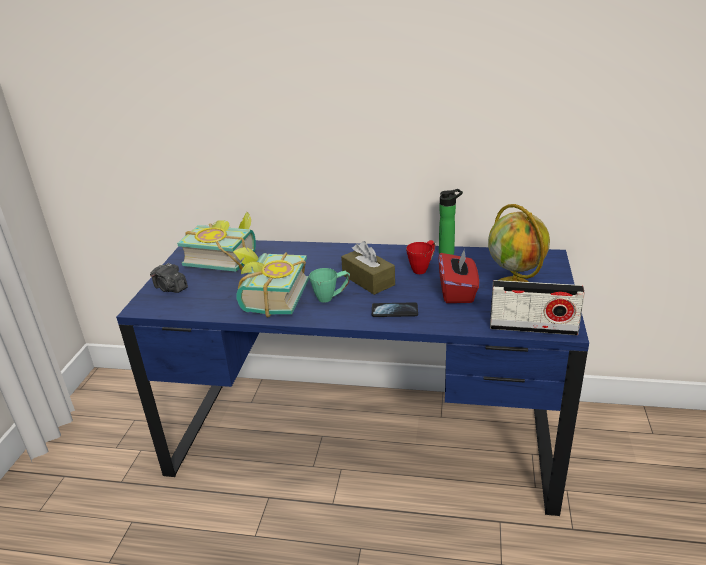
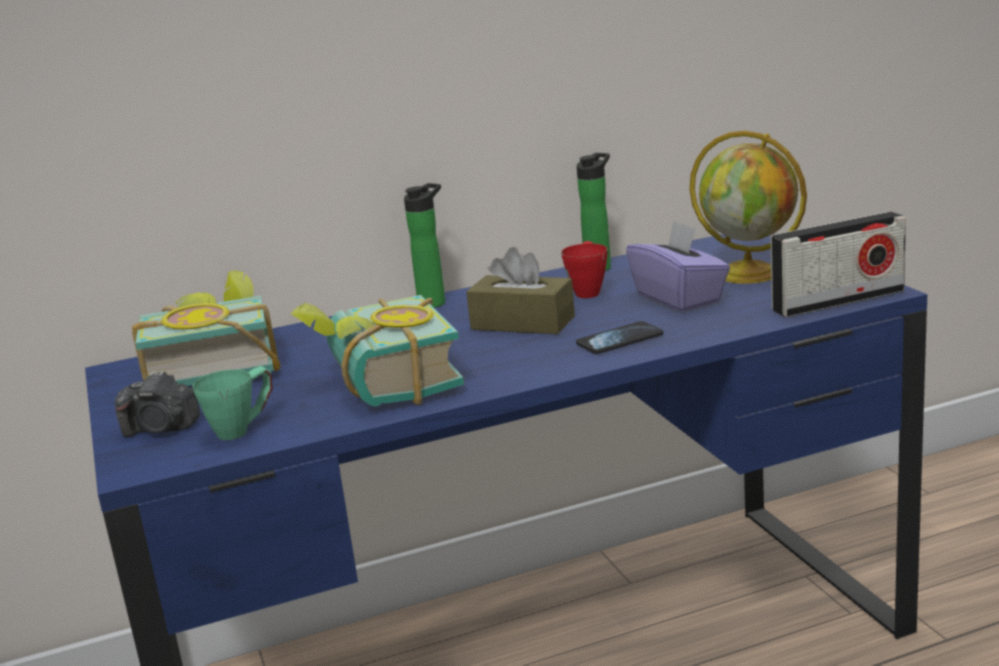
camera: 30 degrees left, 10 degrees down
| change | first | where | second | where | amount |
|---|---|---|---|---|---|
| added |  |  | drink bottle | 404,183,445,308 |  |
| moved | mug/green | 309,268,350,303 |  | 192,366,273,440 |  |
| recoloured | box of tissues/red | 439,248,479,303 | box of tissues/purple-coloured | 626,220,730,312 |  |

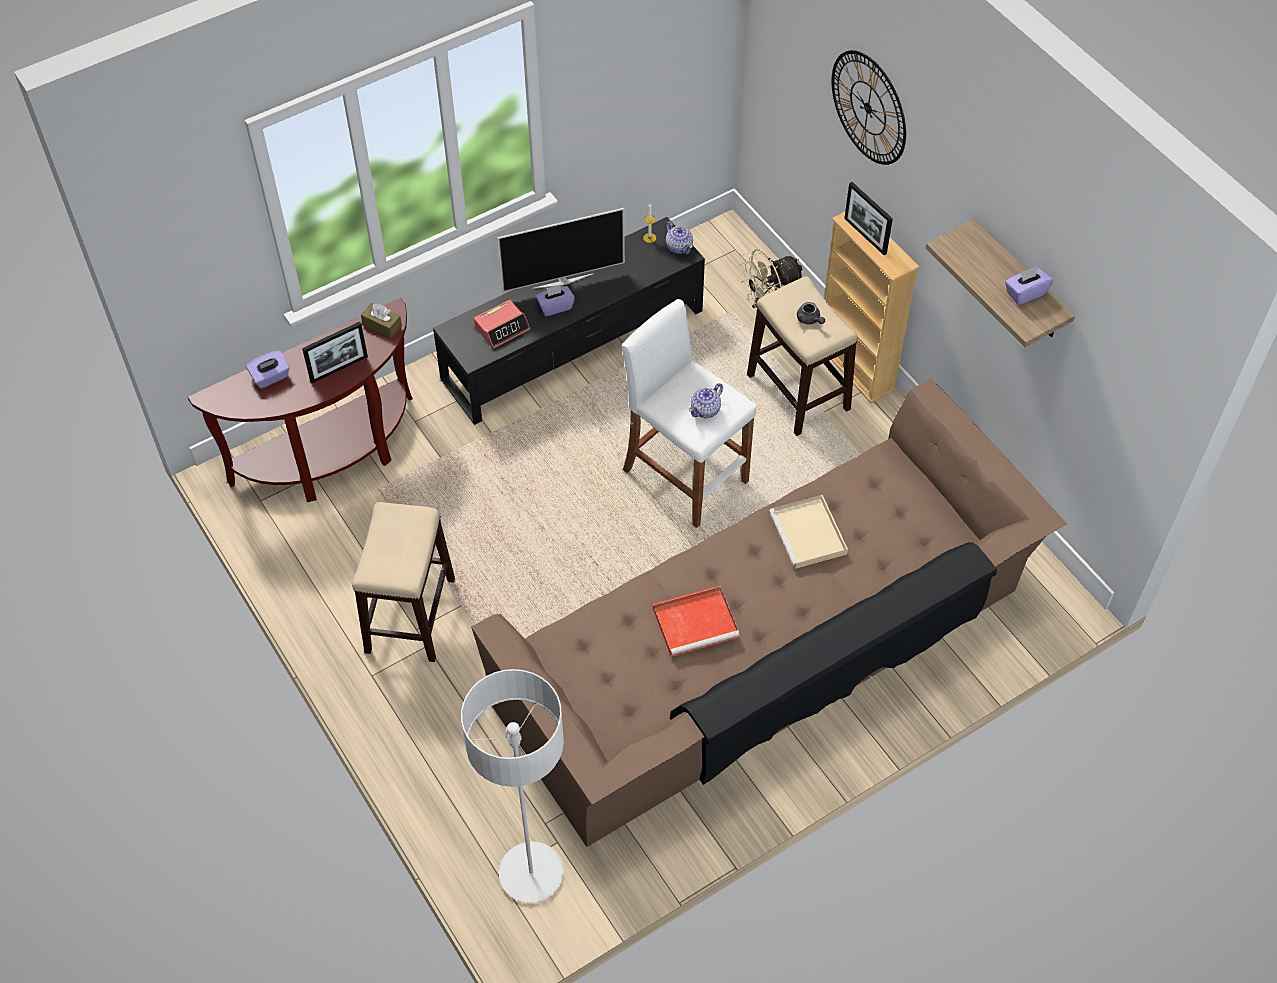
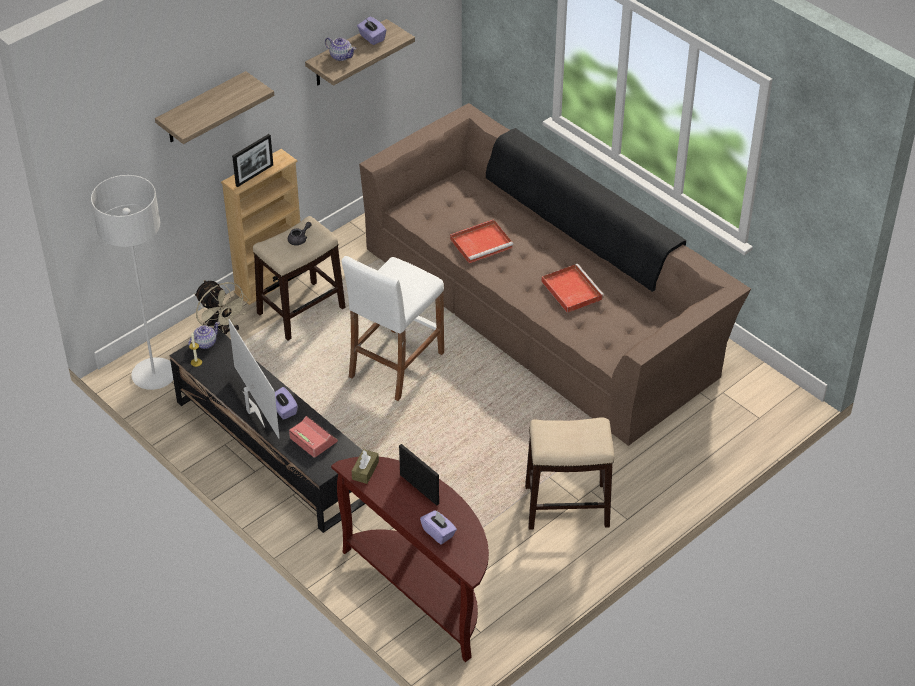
camera: 100 degrees left, 10 degrees down
| change | first | where | second | where | amount |
|---|---|---|---|---|---|
| moved | floor lamp/gray | 461,669,564,903 |  | 91,175,173,390 |  |
| moved | pot for tea | 689,383,723,418 |  | 325,37,356,61 |  |
| replaced | wall clock | 832,50,906,165 | bracket shelf | 155,71,274,144 |  |
| recoloured | tray/beige-coloured | 769,495,848,569 | tray/red | 450,219,513,263 |  |

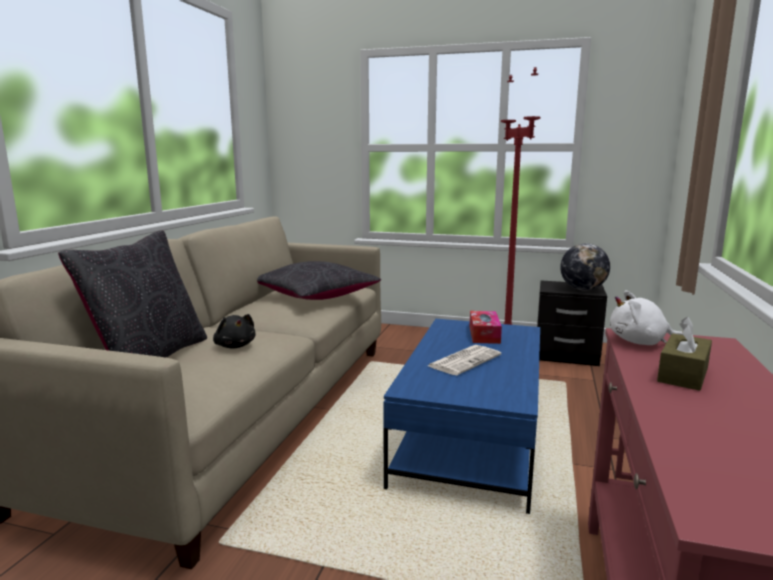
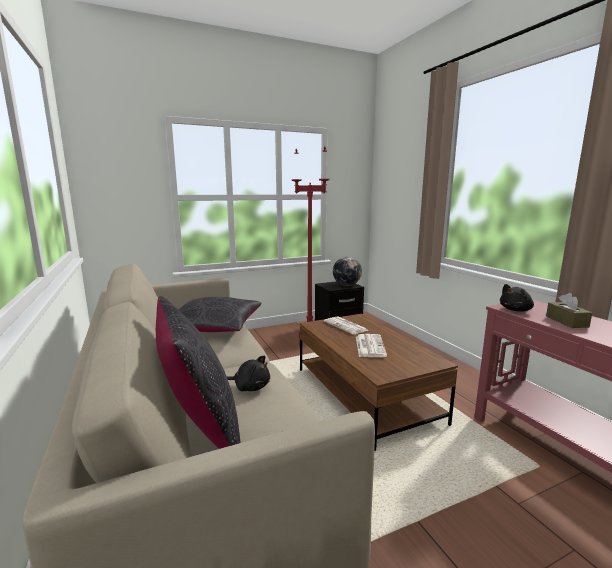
camera: 40 degrees left, 0 degrees up
| change | first | where | second | where | amount |
|---|---|---|---|---|---|
| replaced | box of tissues | 470,311,502,344 | newspaper | 324,316,368,334 |  |
| recoloured | lounge table/blue | 384,319,540,514 | lounge table/brown | 300,314,458,451 |  |
| recoloured | plush toy/white | 610,291,683,345 | plush toy/black | 500,284,534,311 |  |

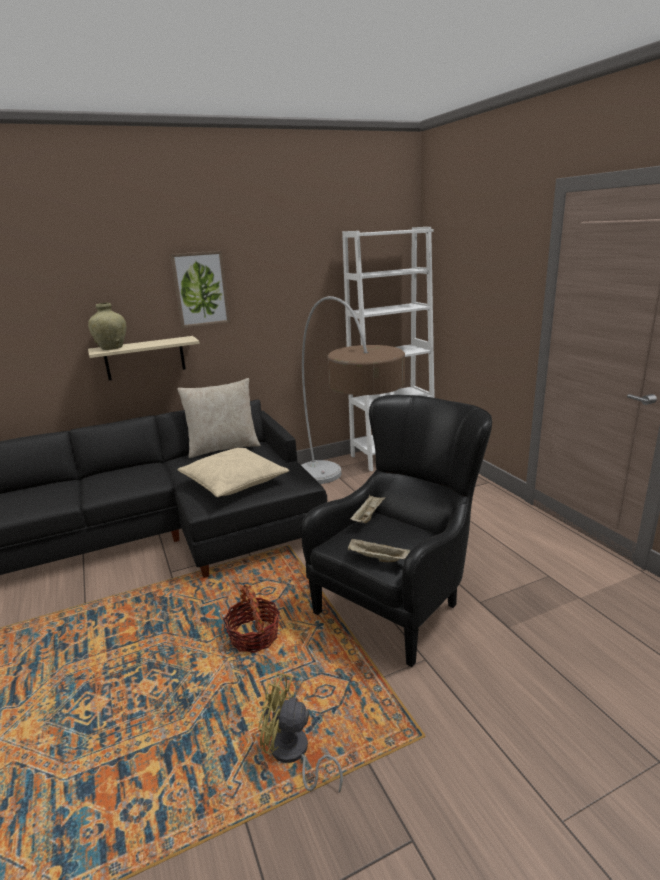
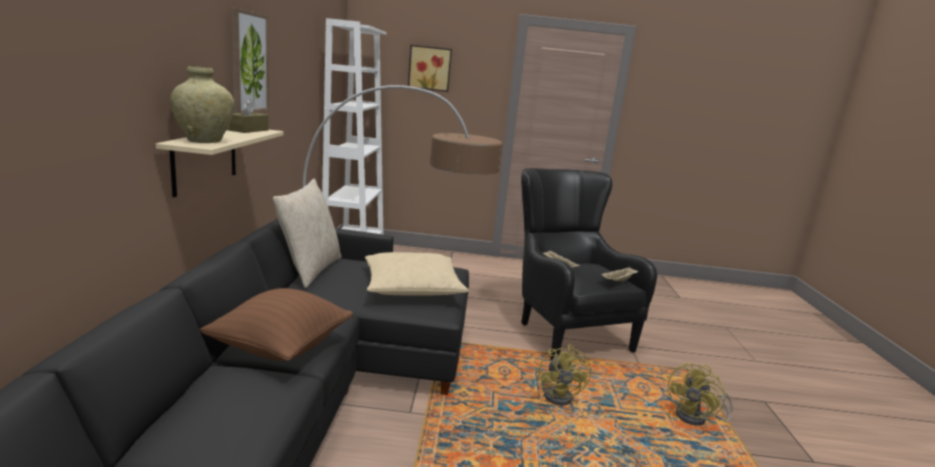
camera: 65 degrees left, 5 degrees down
| change | first | where | second | where | amount |
|---|---|---|---|---|---|
| added |  |  | cushion/brown | 200,288,353,361 |  |
| added |  |  | box of tissues/brown | 228,98,269,133 |  |
| added |  |  | wall art | 408,45,452,92 |  |
| replaced | basket | 223,584,280,653 | cooling fan/yellow | 538,345,591,405 |  |

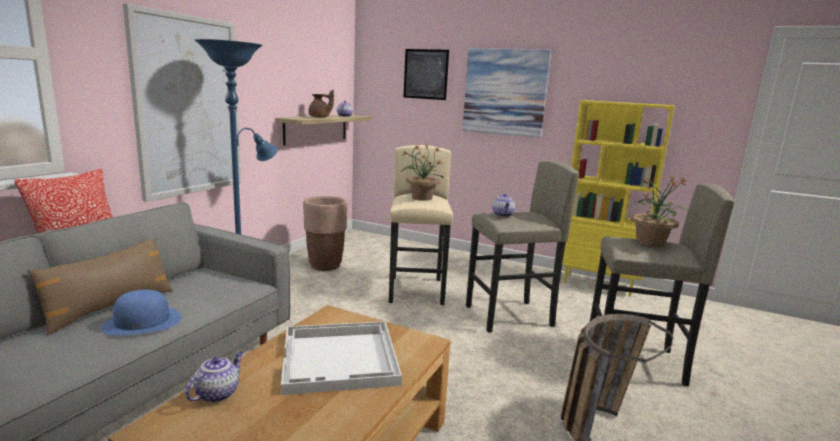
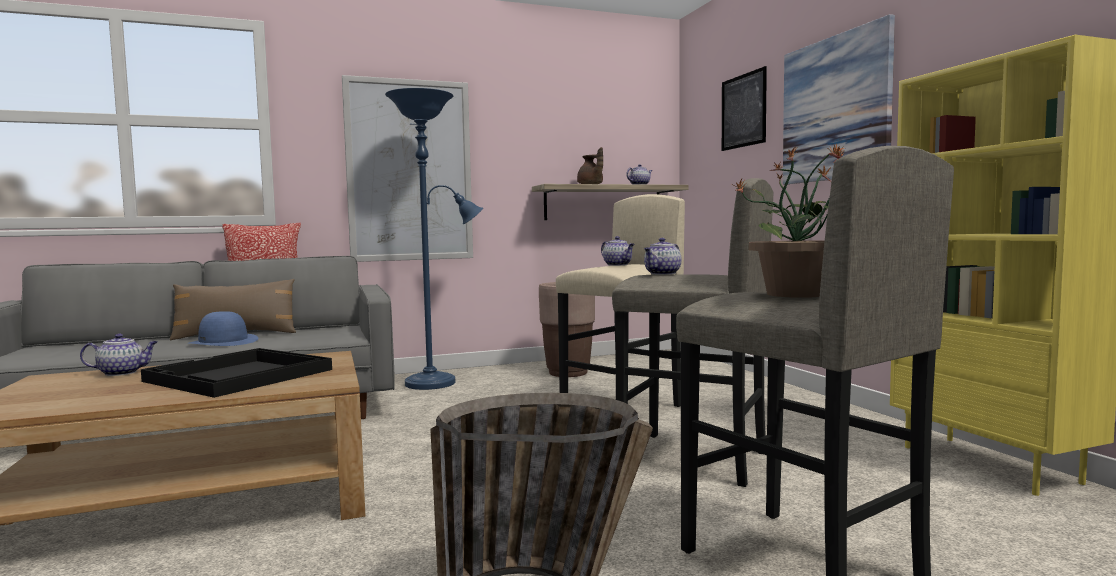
camera: 45 degrees right, 10 degrees down
| change | first | where | second | where | amount |
|---|---|---|---|---|---|
| replaced | potted plant | 401,144,444,201 | pot for tea | 601,236,634,266 |  |
| recoloured | tray/white | 281,321,402,395 | tray/black | 141,348,332,398 |  |

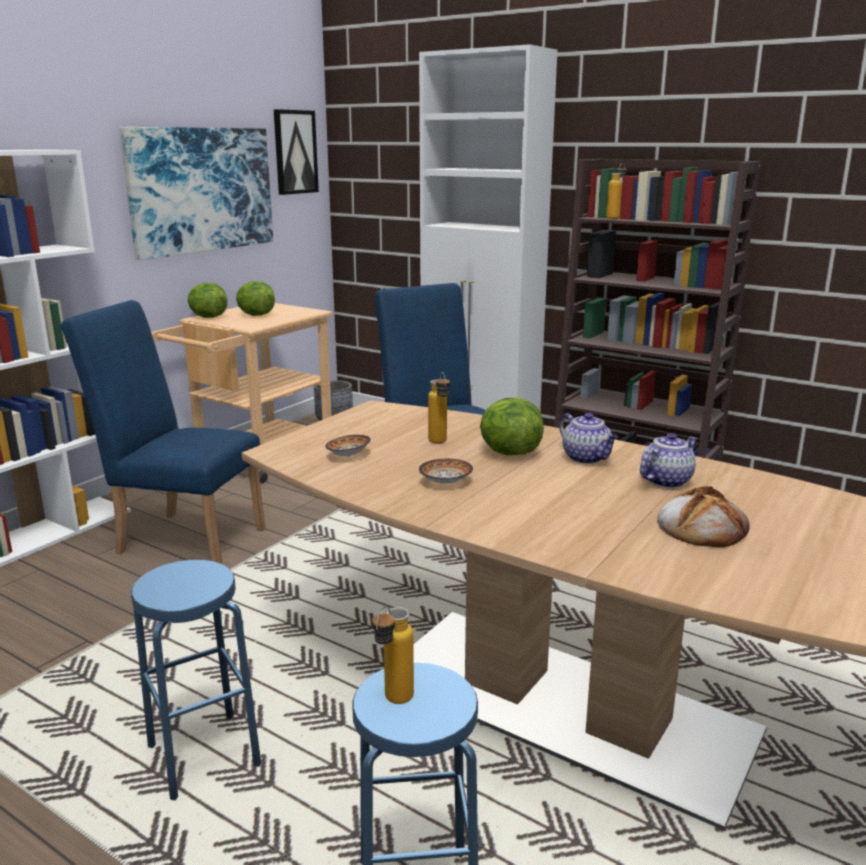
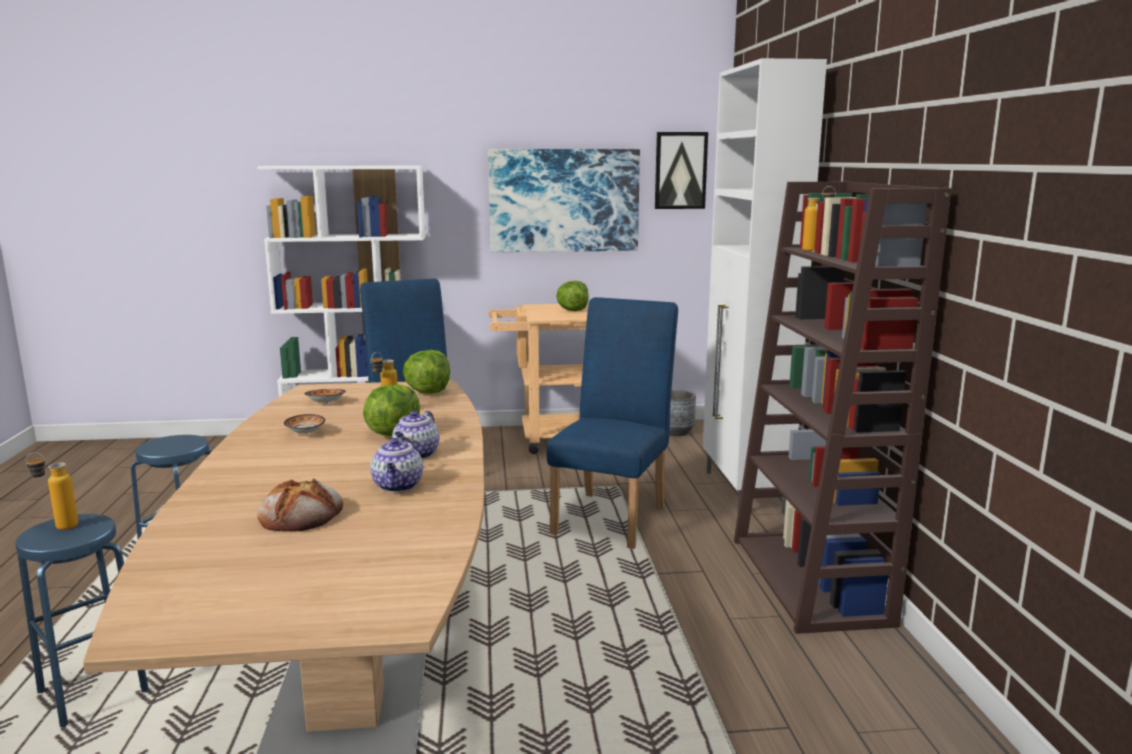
camera: 50 degrees right, 5 degrees down
| change | first | where | second | where | amount |
|---|---|---|---|---|---|
| moved | lettuce | 188,283,227,318 |  | 403,350,450,394 |  |
| turned | pot for tea | 640,433,697,488 |  | 370,437,423,492 | 75 degrees clockwise |

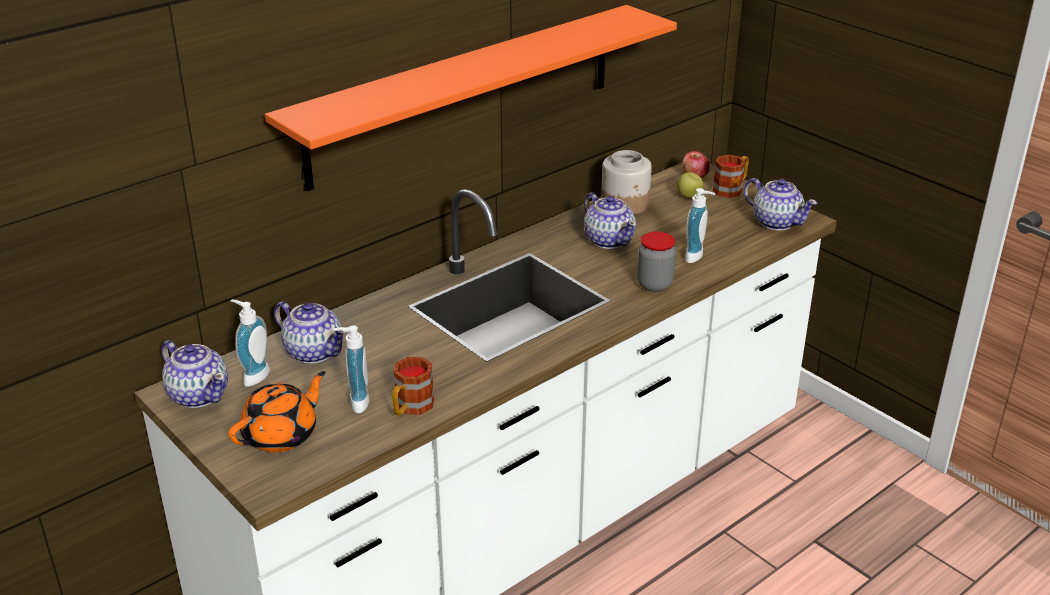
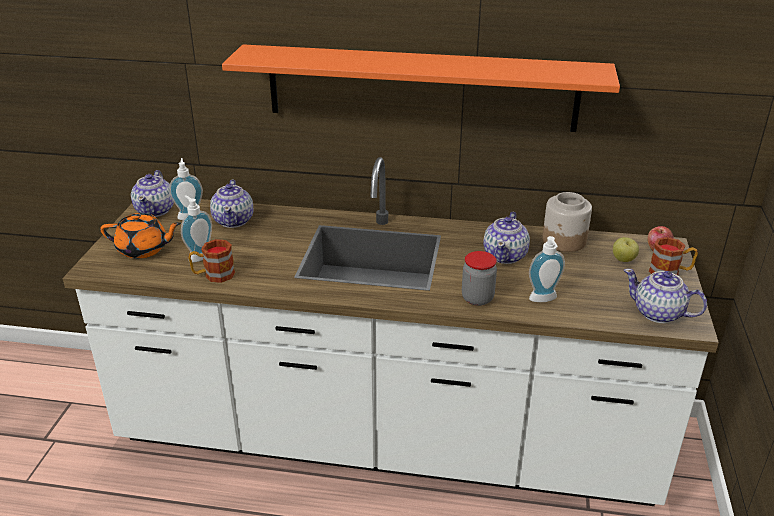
camera: 50 degrees right, 0 degrees up
| change | first | where | second | where | amount |
|---|---|---|---|---|---|
| turned | pot for tea | 744,178,817,231 |  | 624,269,707,323 | 120 degrees clockwise |

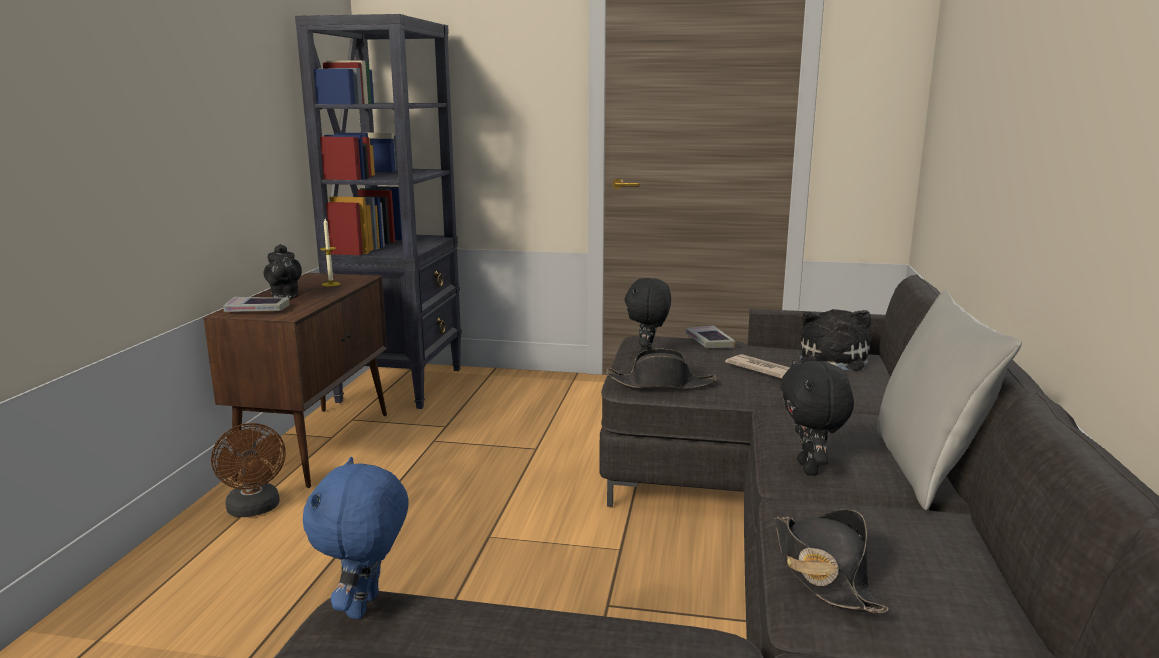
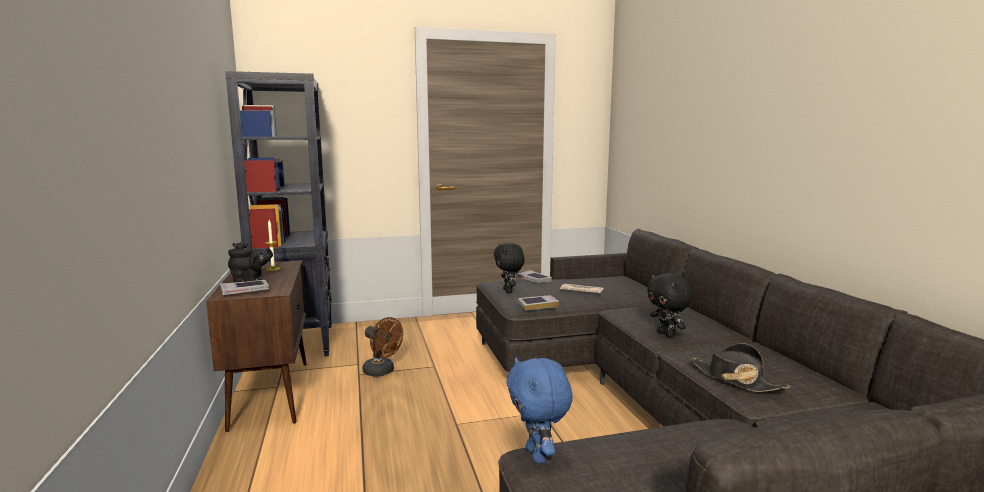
camera: 25 degrees left, 5 degrees down
| change | first | where | second | where | amount |
|---|---|---|---|---|---|
| removed | plush toy | 800,309,871,371 |  |  |  |
| removed | cushion/gray | 877,289,1022,510 |  |  |  |
| moved | cooling fan/brown | 211,423,285,517 |  | 362,317,403,377 |  |
| replaced | wearable hat/black | 606,349,717,389 | bound book | 518,295,559,310 |  |
| turned | pot for tea/black | 264,244,302,298 |  | 228,242,273,282 | 60 degrees counterclockwise |

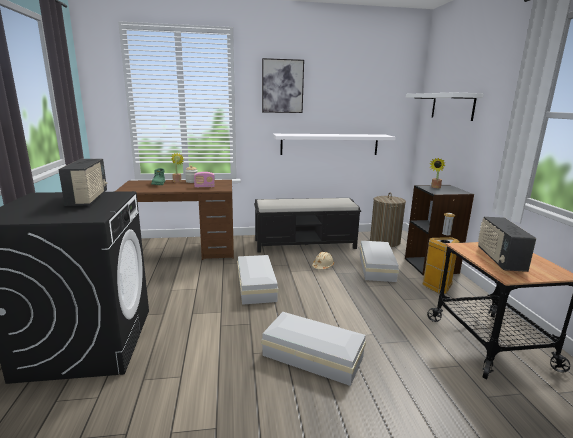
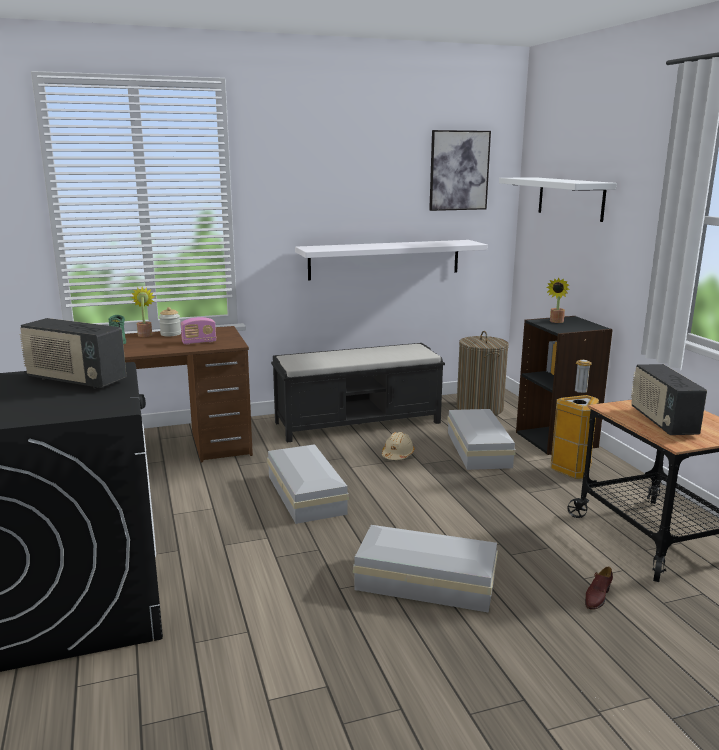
camera: 10 degrees left, 0 degrees up
| change | first | where | second | where | amount |
|---|---|---|---|---|---|
| added |  |  | item of footwear/brown | 585,567,613,610 |  |
| moved | wall art | 262,58,304,113 |  | 429,130,491,211 |  |
| turned | radio set | 58,159,108,206 |  | 20,318,127,389 | 135 degrees clockwise |

